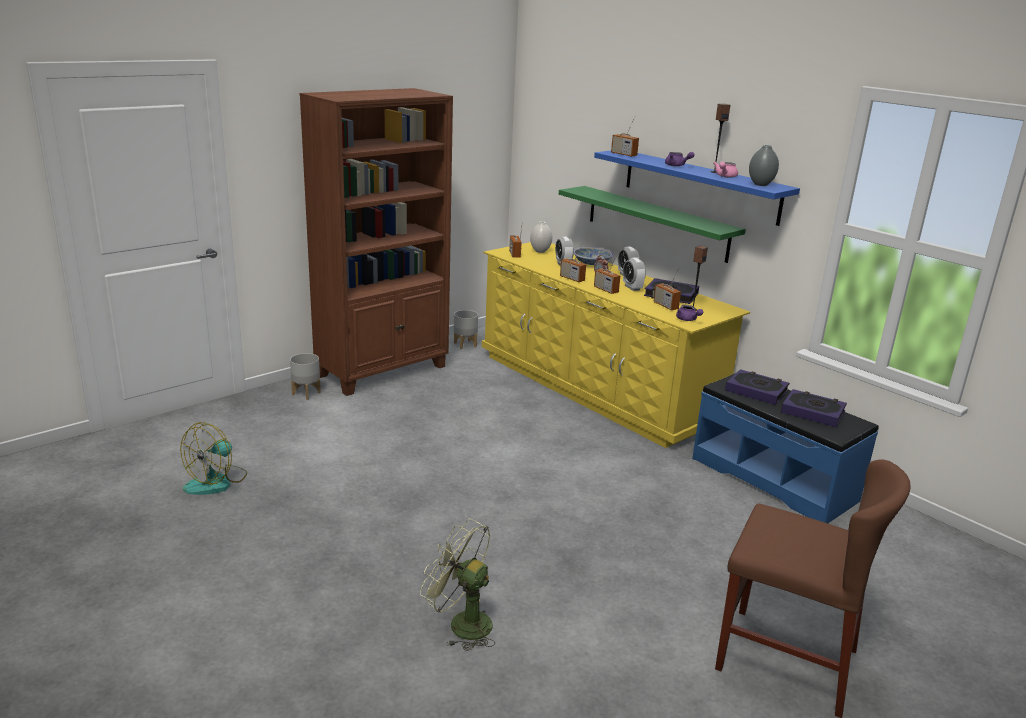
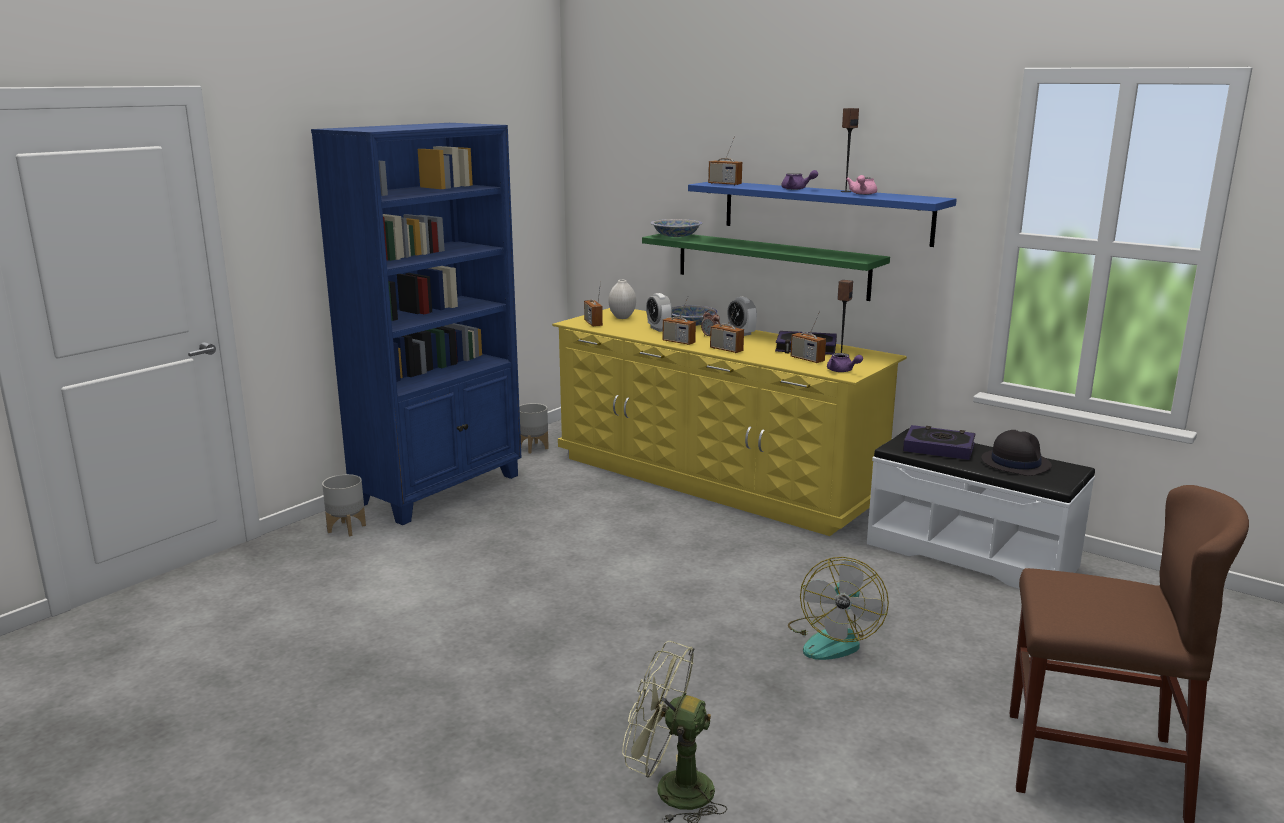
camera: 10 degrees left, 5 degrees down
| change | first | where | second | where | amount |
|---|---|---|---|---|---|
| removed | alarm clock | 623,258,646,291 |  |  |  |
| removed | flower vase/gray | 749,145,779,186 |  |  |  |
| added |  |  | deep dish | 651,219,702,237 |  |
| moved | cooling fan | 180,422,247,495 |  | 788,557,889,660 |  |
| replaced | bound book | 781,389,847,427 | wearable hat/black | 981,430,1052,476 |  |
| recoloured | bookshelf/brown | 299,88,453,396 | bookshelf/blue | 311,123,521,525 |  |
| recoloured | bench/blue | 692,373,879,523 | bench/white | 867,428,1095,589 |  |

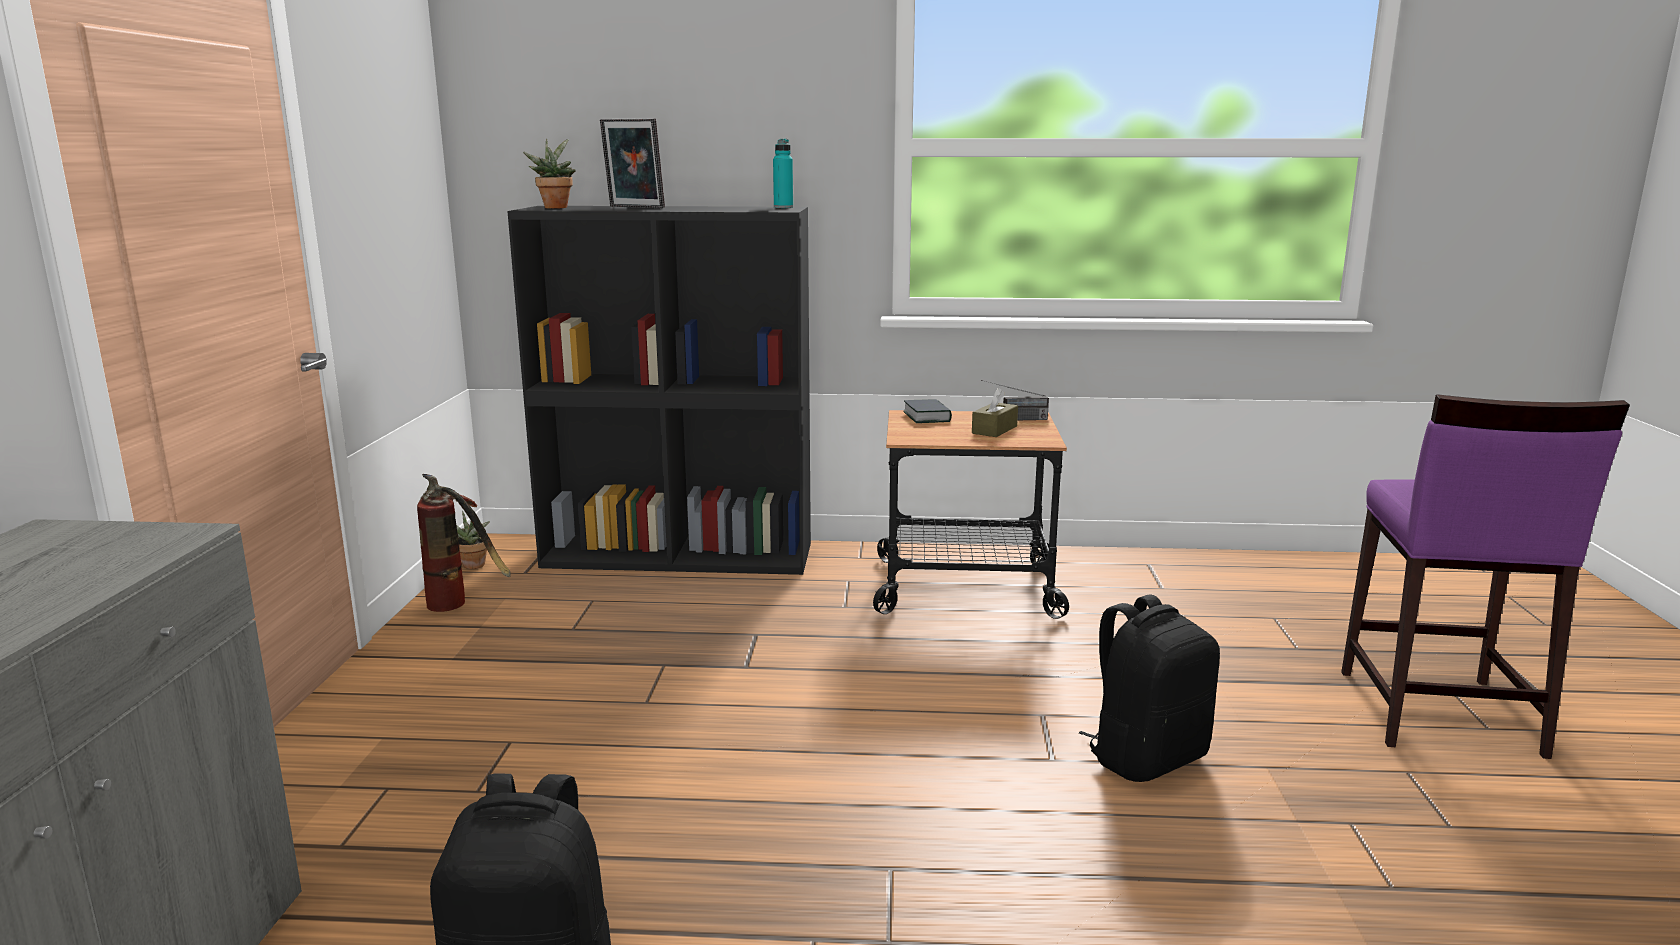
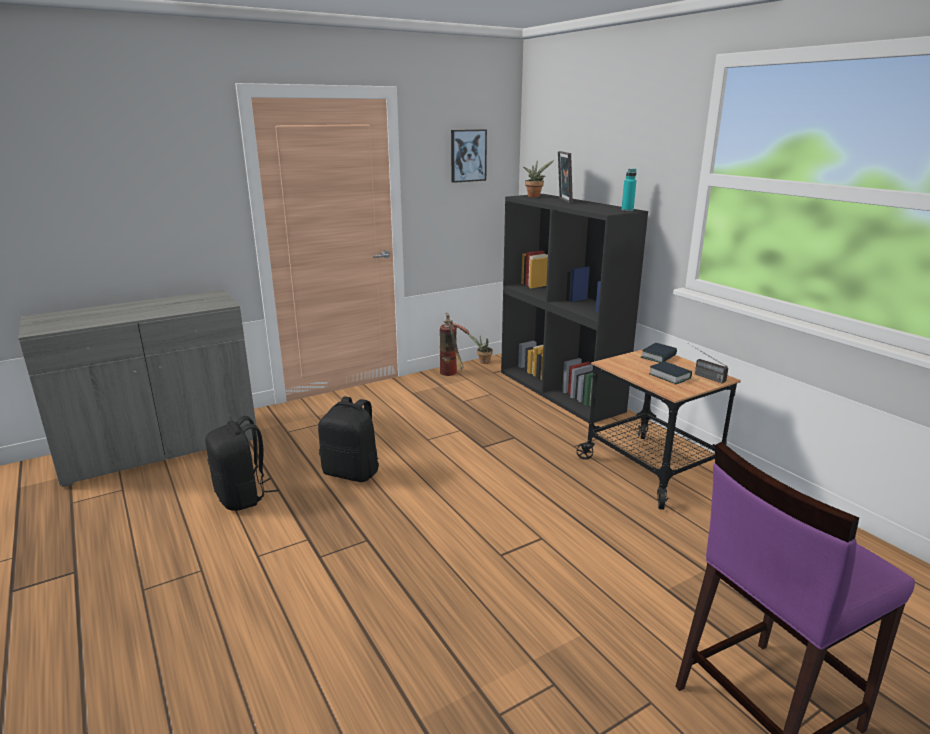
camera: 55 degrees right, 5 degrees up
| change | first | where | second | where | amount |
|---|---|---|---|---|---|
| added |  |  | wall art | 451,129,487,183 |  |
| moved | knapsack/black | 1079,594,1220,782 |  | 318,396,379,482 |  |
| replaced | box of tissues/brown | 972,388,1018,437 | bound book | 649,361,692,384 |  |

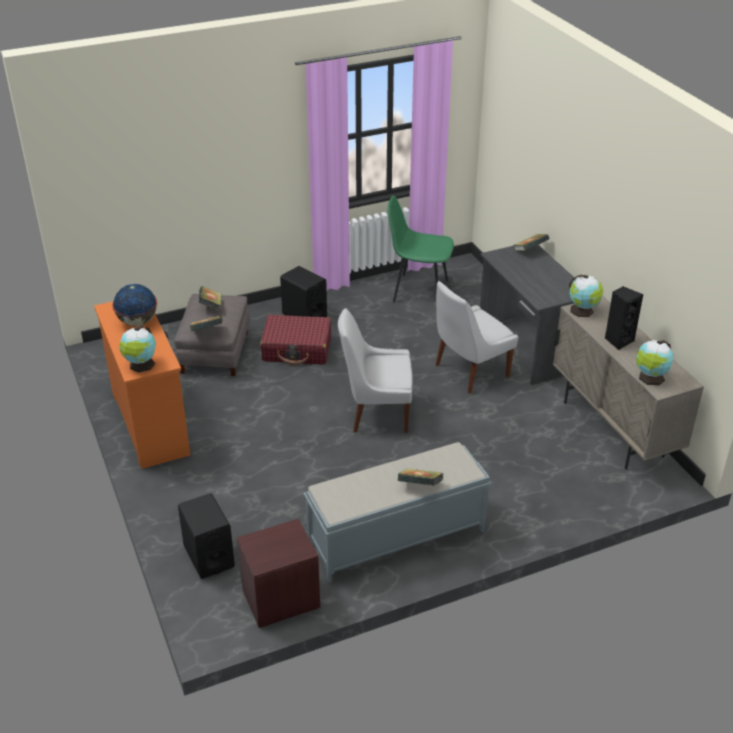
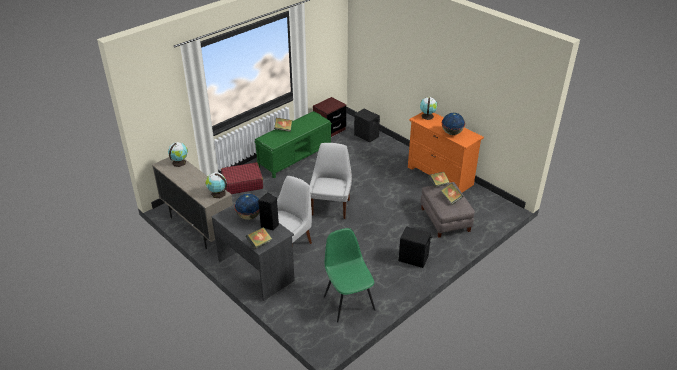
camera: 160 degrees right, 0 degrees up
| change | first | where | second | where | amount |
|---|---|---|---|---|---|
| added |  |  | globe | 234,194,259,220 |  |
| moved | piece of luggage/red | 260,315,331,365 |  | 221,162,263,194 |  |
| moved | loudspeaker/black | 605,287,644,350 |  | 258,192,279,230 |  |
| recoloured | bench/gray | 303,442,491,583 | bench/green | 254,111,332,178 |  |
| turned | upright chair/white | 338,308,413,433 |  | 309,143,352,219 | 60 degrees counterclockwise |
| turned | upright chair/green | 387,195,454,303 |  | 324,228,376,322 | 105 degrees counterclockwise |

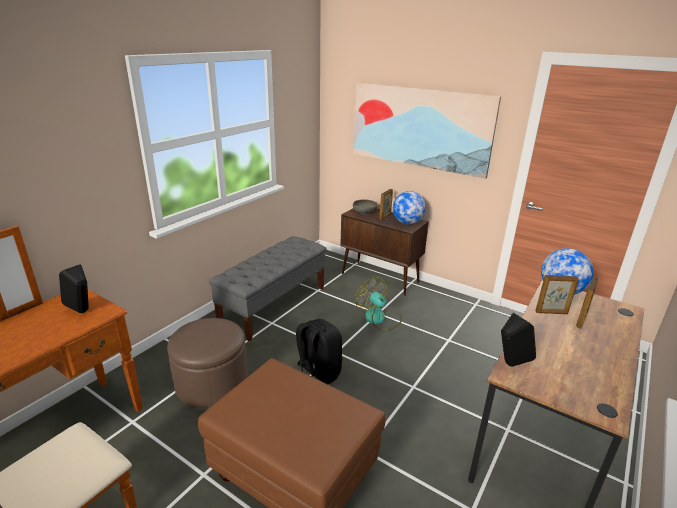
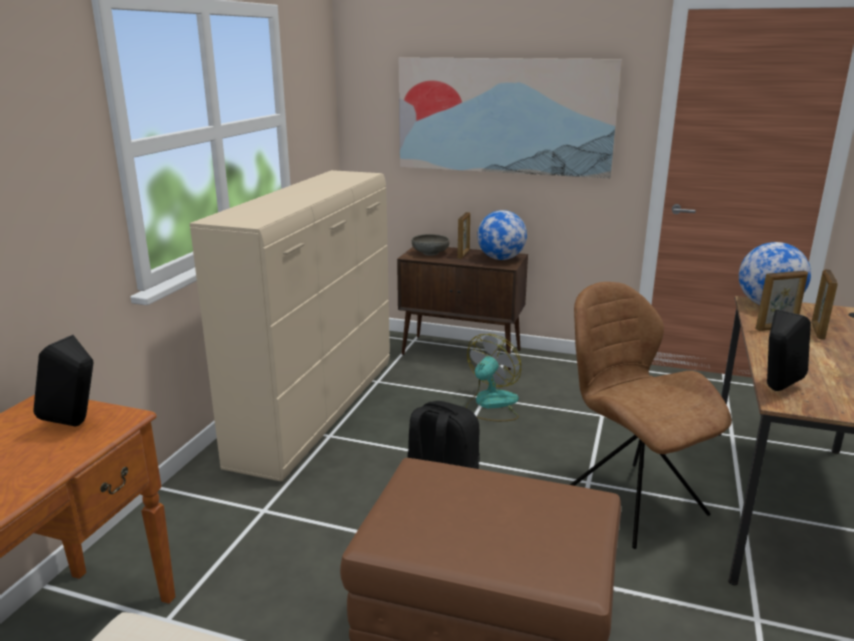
camera: 15 degrees left, 5 degrees down
| change | first | where | second | where | amount |
|---|---|---|---|---|---|
| removed | pouffe/brown | 167,318,248,408 |  |  |  |
| added |  |  | upright chair/brown | 570,282,732,549 |  |
| replaced | bench/gray | 209,236,327,341 | chest of drawers/beige-coloured | 190,170,390,481 |  |
| turned | cooling fan | 355,276,402,331 |  | 466,334,521,421 | 90 degrees clockwise |

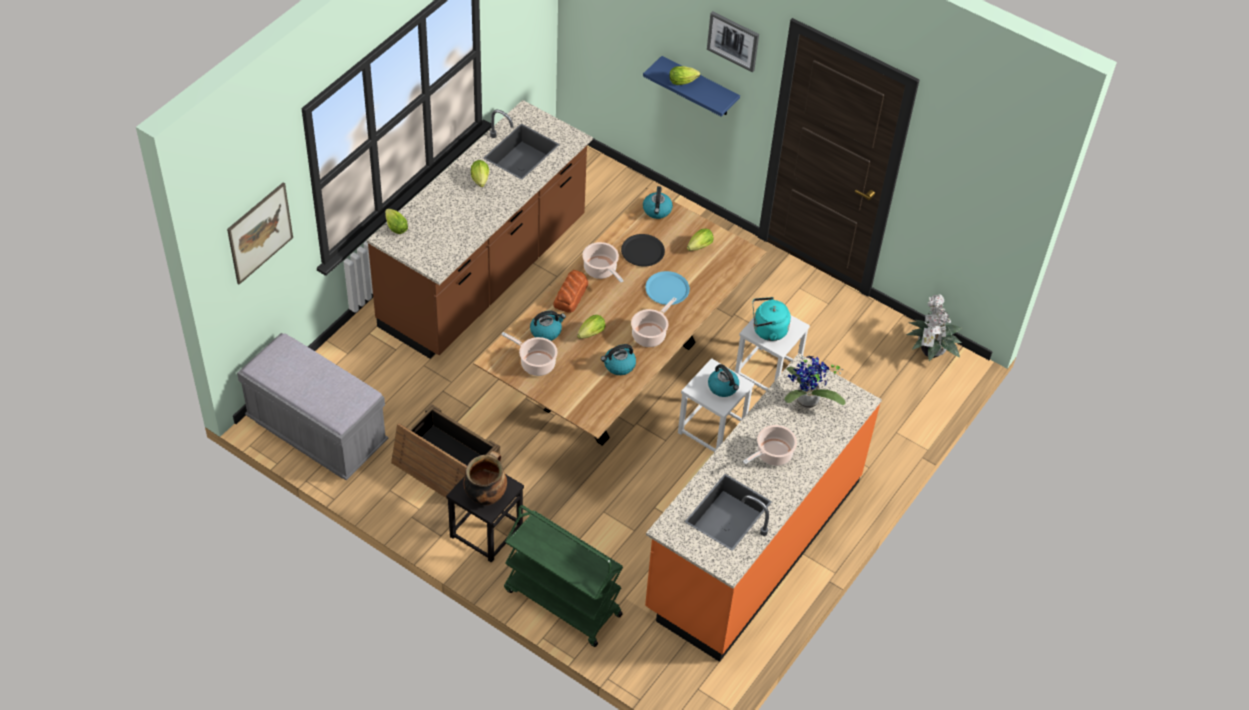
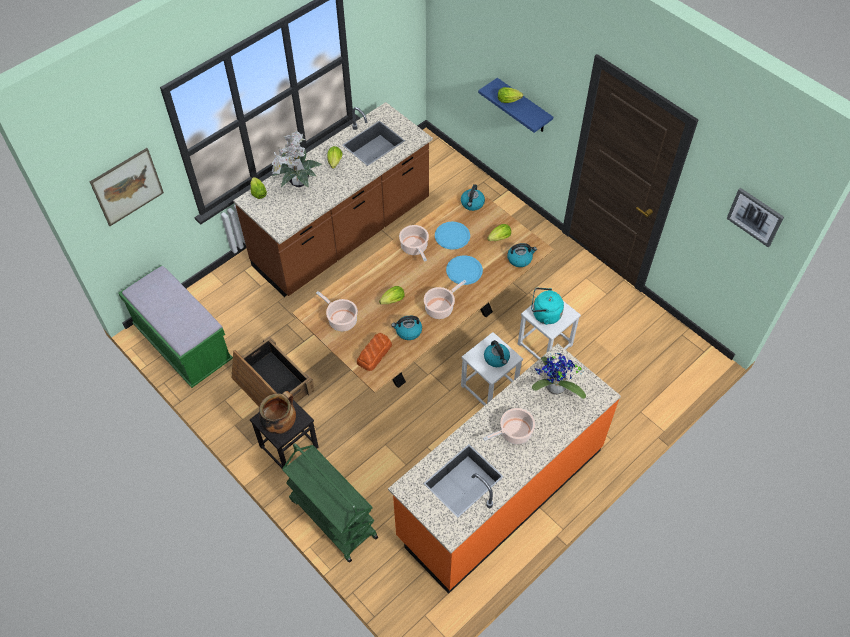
camera: 15 degrees right, 5 degrees up
| change | first | where | second | where | amount |
|---|---|---|---|---|---|
| moved | water kettle | 530,310,566,341 |  | 507,243,537,267 |  |
| moved | bakery bread | 553,270,588,313 |  | 357,333,392,371 |  |
| moved | wall art | 707,11,759,72 |  | 726,188,784,247 |  |
| moved | potted plant | 906,294,962,361 |  | 272,131,322,187 |  |
| recoloured | bench/gray | 237,333,388,481 | bench/green | 118,265,233,388 |  |
| recoloured | flat dish/black | 621,234,665,267 | flat dish/blue | 435,222,470,249 |  |

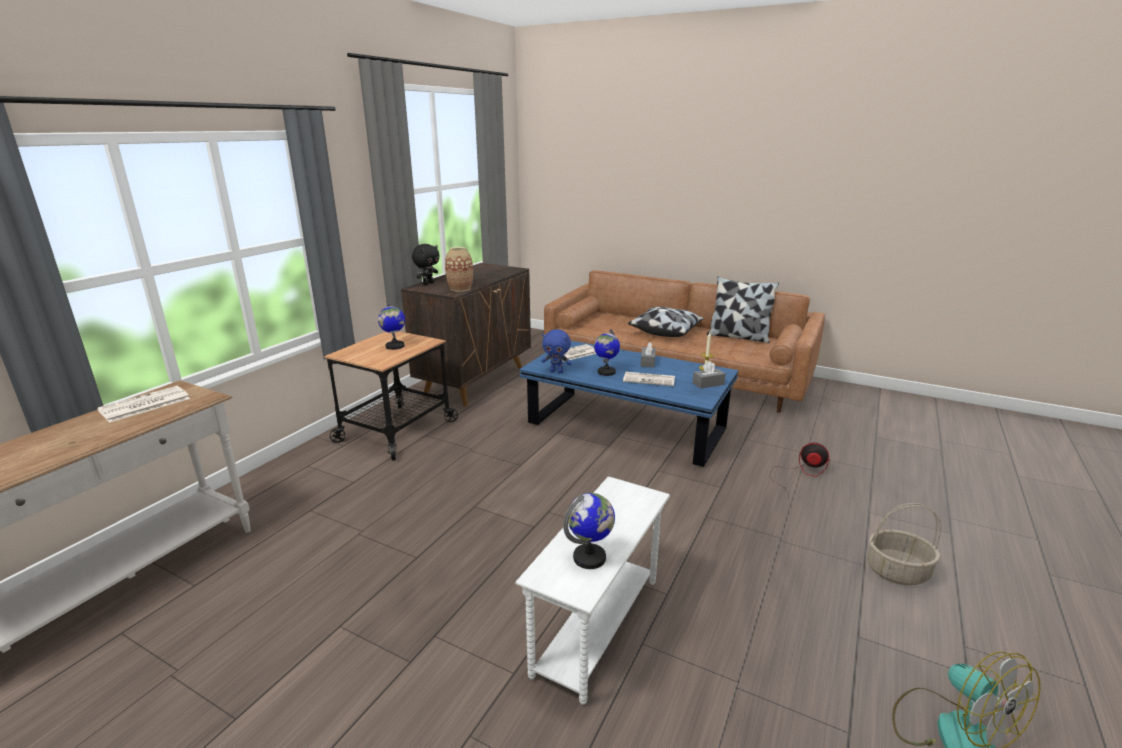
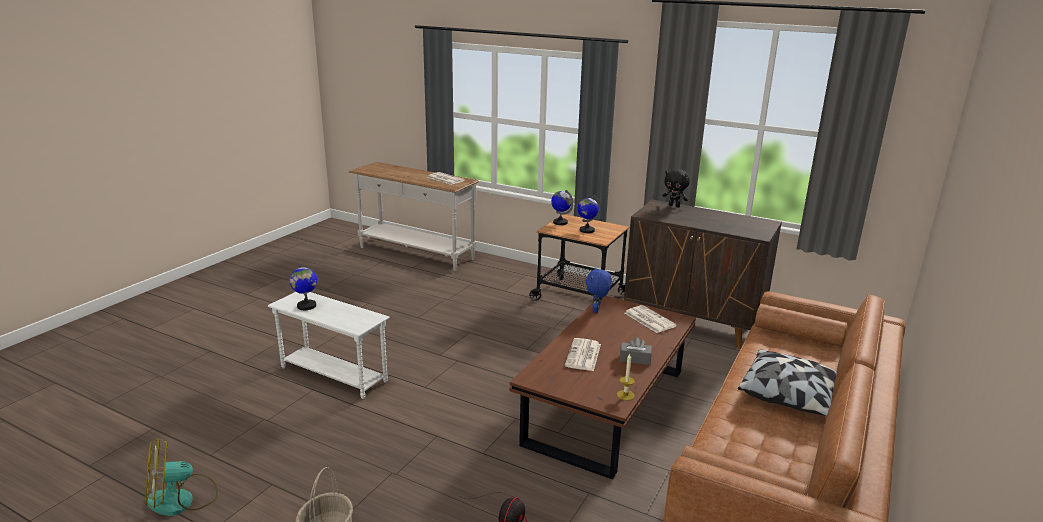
camera: 90 degrees right, 0 degrees up
| change | first | where | second | where | amount |
|---|---|---|---|---|---|
| removed | flower vase | 445,247,473,292 |  |  |  |
| removed | box of tissues/gray | 692,361,726,389 |  |  |  |
| removed | cushion | 707,276,779,343 |  |  |  |
| moved | globe | 594,329,620,376 |  | 551,190,574,225 |  |
| recoloured | lounge table/blue | 519,341,738,467 | lounge table/brown | 510,296,696,480 |  |

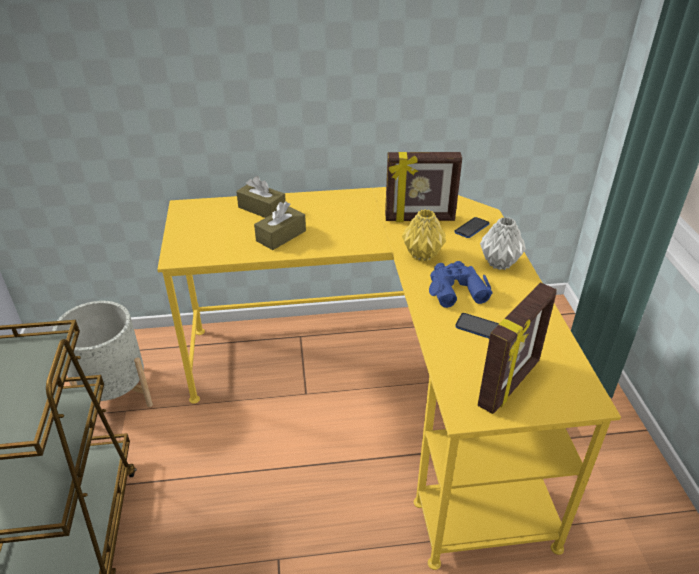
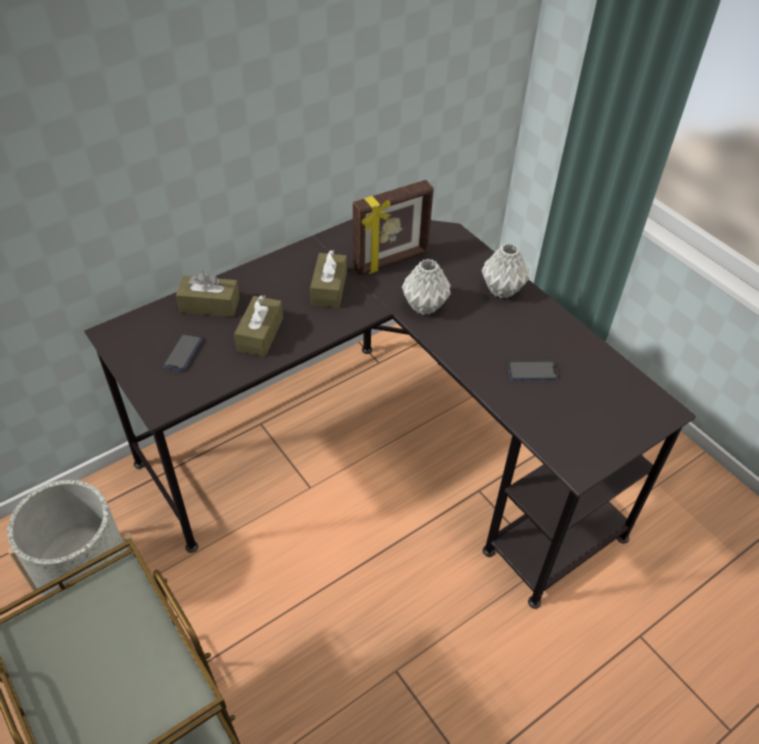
camera: 30 degrees left, 10 degrees up
| change | first | where | second | where | amount |
|---|---|---|---|---|---|
| removed | field glasses/blue | 429,261,493,308 |  |  |  |
| removed | picture frame | 477,282,557,414 |  |  |  |
| added |  |  | box of tissues/brown | 310,250,347,308 |  |
| moved | telephone | 454,217,489,238 |  | 163,334,202,371 |  |
| recoloured | desk/yellow | 157,187,621,570 | desk/black | 84,219,696,609 |  |
| recoloured | flower vase/yellow | 402,209,446,262 | flower vase/gray | 402,259,451,315 |  |

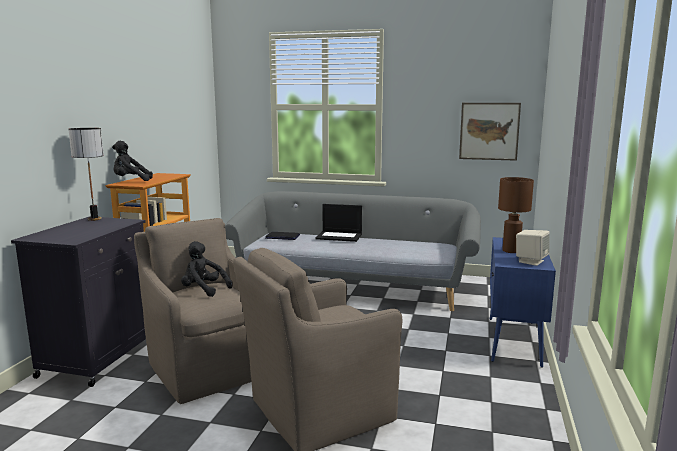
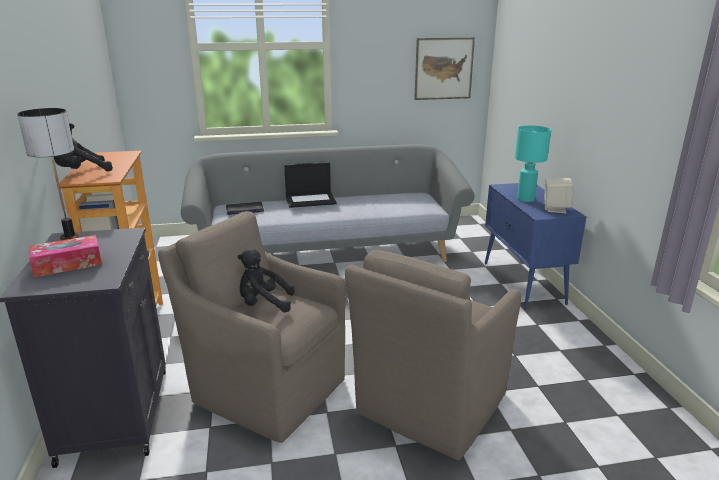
camera: 25 degrees left, 10 degrees up
| change | first | where | second | where | amount |
|---|---|---|---|---|---|
| added |  |  | box of tissues | 29,235,102,277 |  |
| recoloured | lamp for a table/brown | 498,177,534,253 | lamp for a table/turquoise-coloured | 515,125,551,202 |  |

